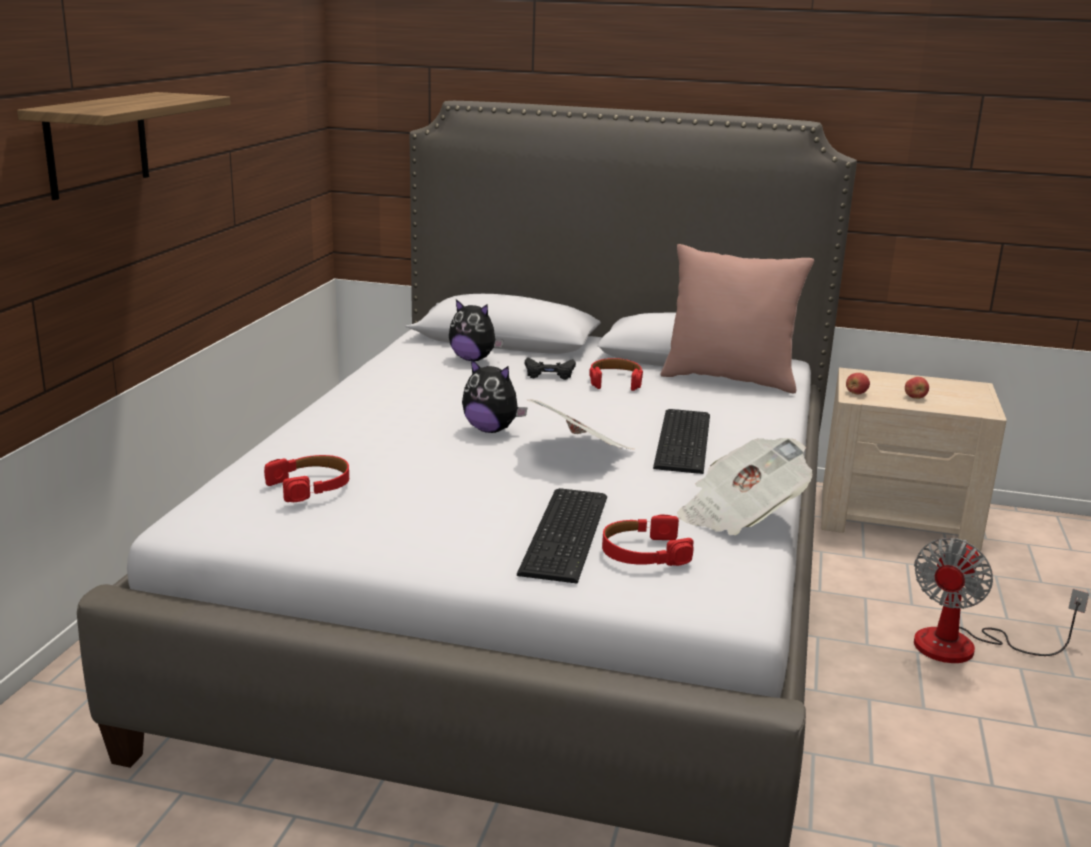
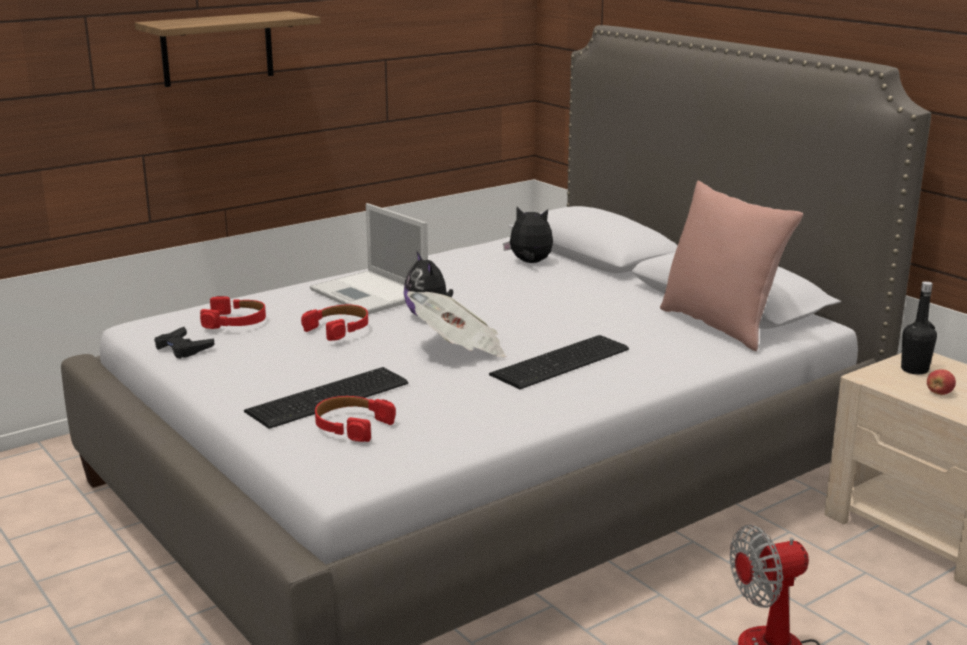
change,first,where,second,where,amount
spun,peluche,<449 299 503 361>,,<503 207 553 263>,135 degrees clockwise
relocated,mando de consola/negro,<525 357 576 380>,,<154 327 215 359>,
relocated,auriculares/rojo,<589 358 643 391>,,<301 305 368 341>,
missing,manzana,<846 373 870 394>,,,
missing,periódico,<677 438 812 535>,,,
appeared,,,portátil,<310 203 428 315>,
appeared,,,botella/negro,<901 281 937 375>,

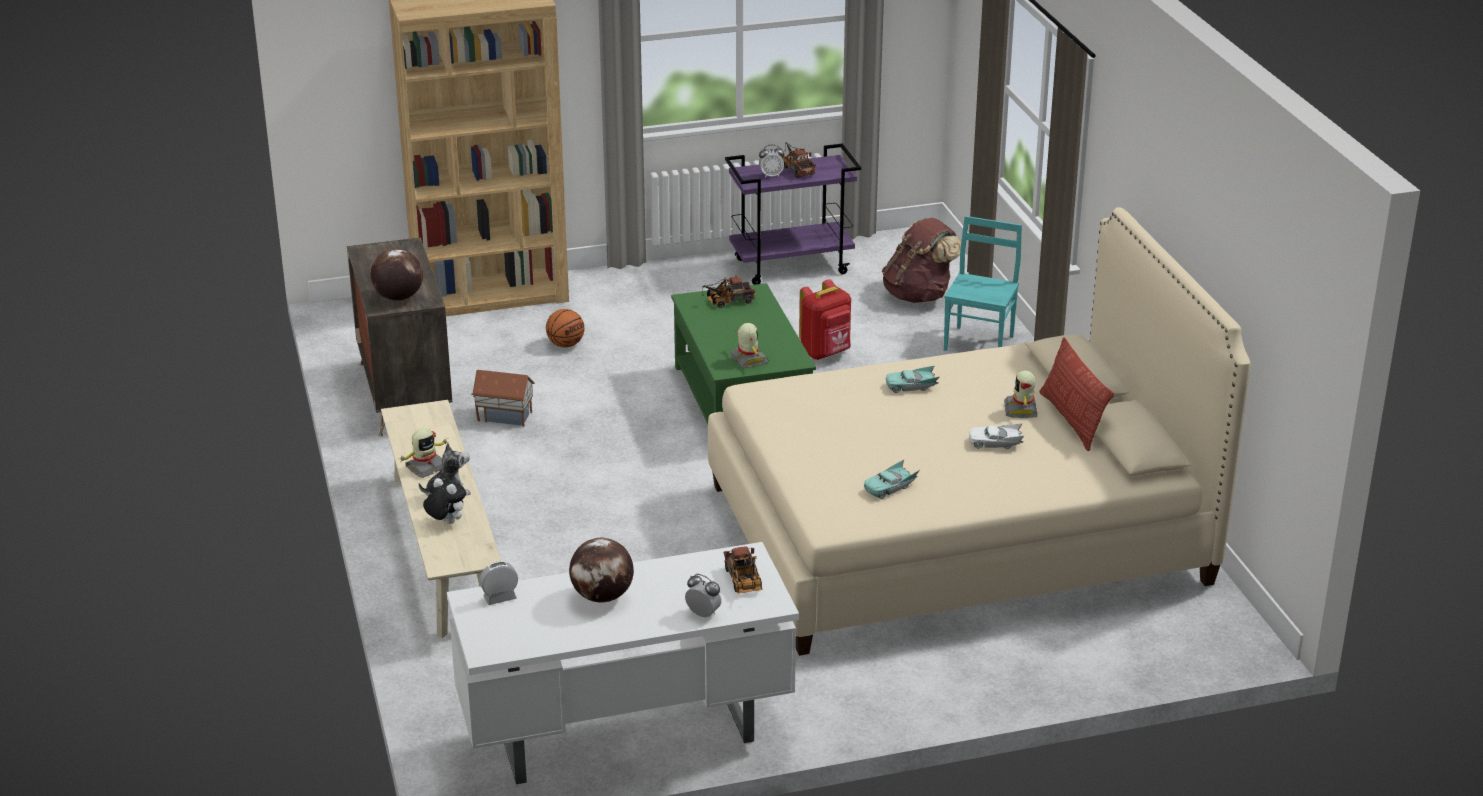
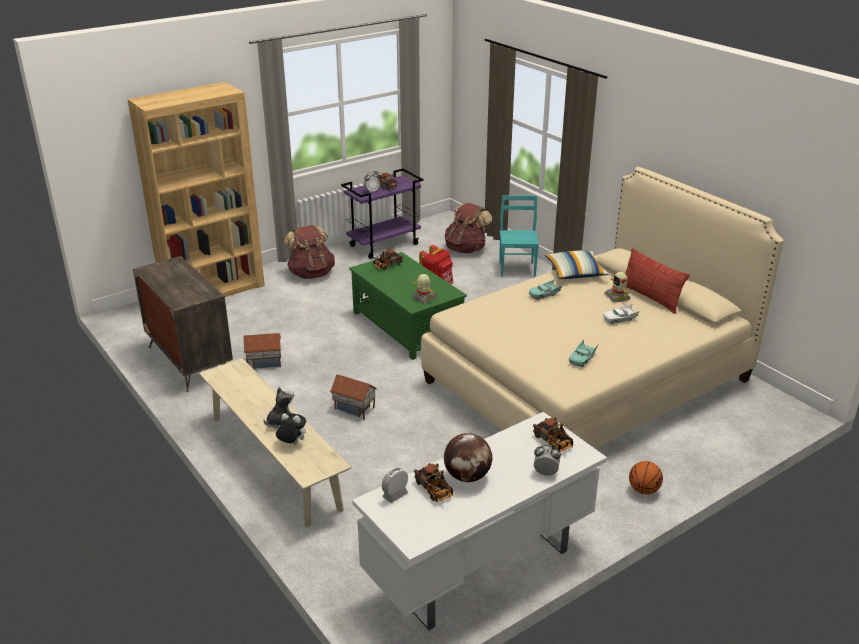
change,first,where,second,where,amount
missing,globo terráqueo,<370 249 423 301>,,,
relocated,balón de baloncesto,<546 309 584 347>,,<629 461 663 495>,
missing,robot de juguete,<399 428 449 478>,,,
appeared,,,mochila/marrón,<284 225 335 279>,
appeared,,,cojín,<545 250 609 279>,
appeared,,,casita,<330 374 377 420>,
appeared,,,camión de juguete,<414 463 453 502>,

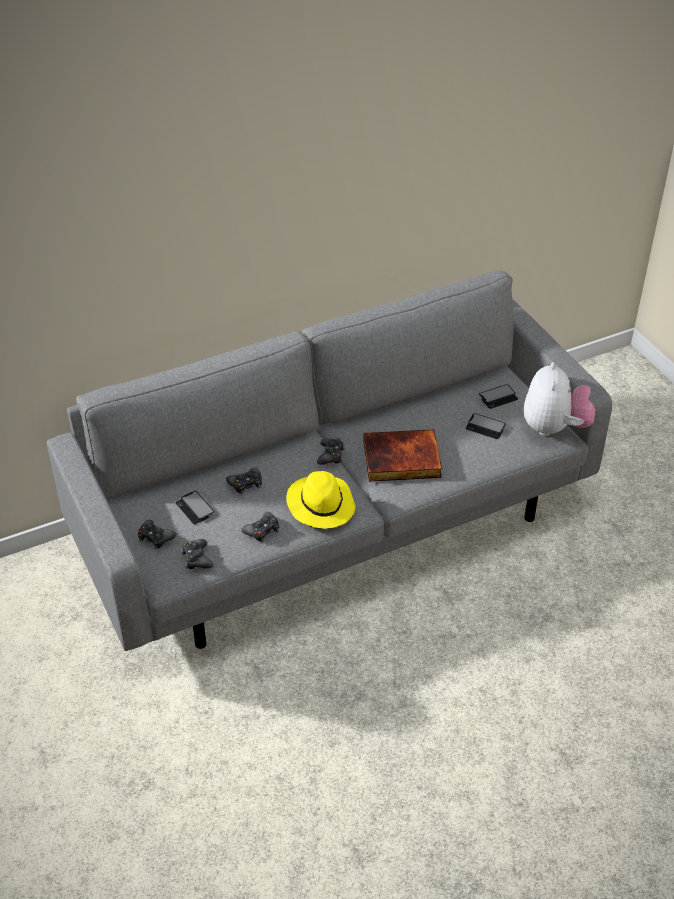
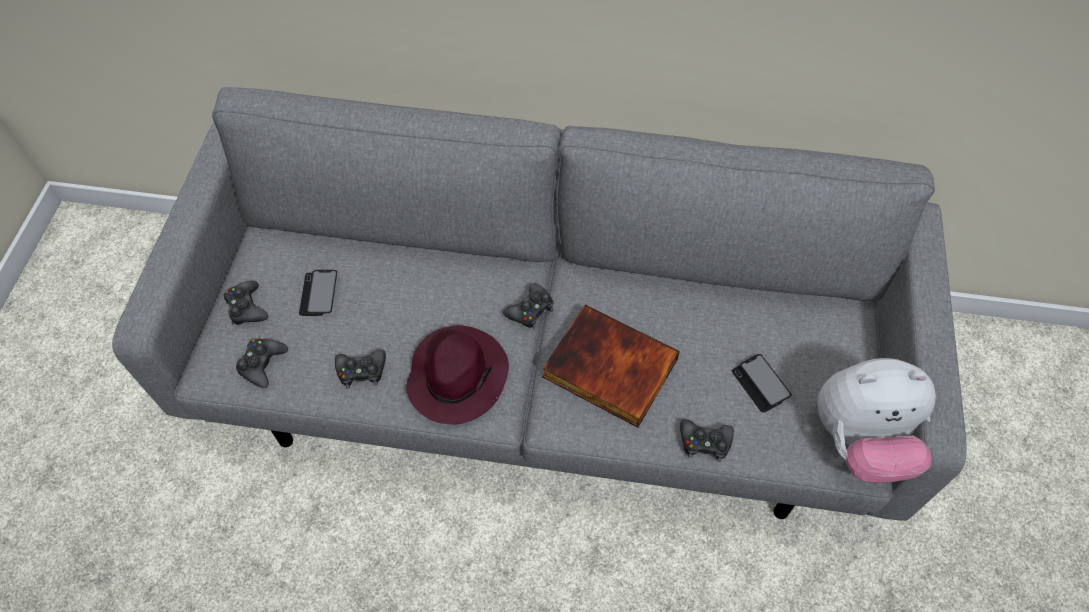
change,first,where,second,where,amount
spun,peluche,<524 362 595 436>,,<817 358 936 483>,45 degrees clockwise
missing,móvil,<479 384 518 409>,,,
relocated,mando de consola/negro,<226 468 262 494>,,<680 419 734 462>,
colour,sombrero/amarillo,<286 471 356 528>,sombrero/morado,<406 325 509 424>,

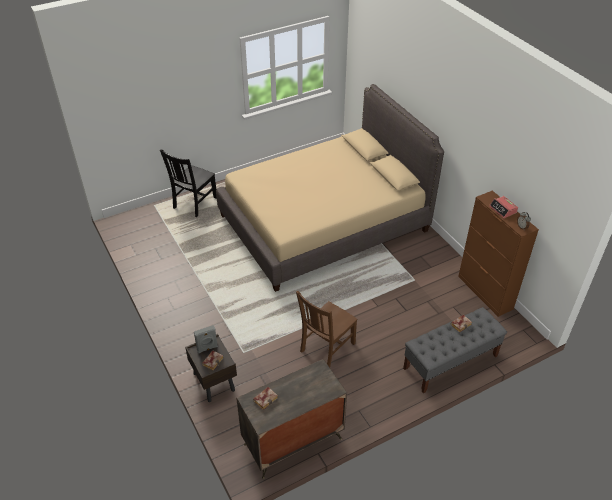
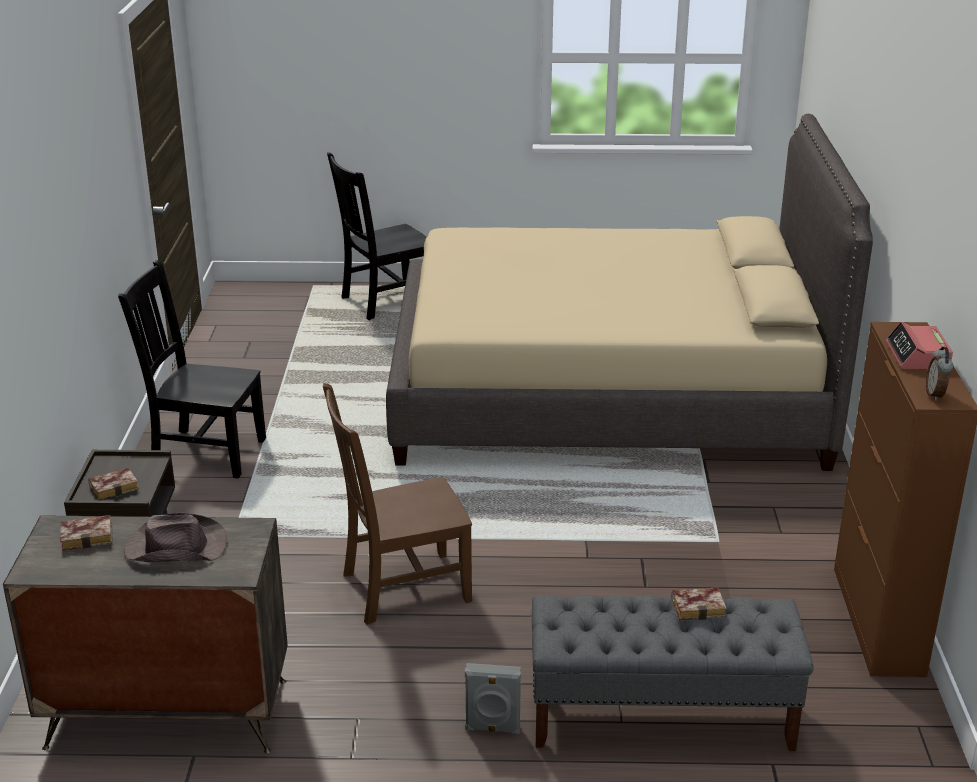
change,first,where,second,where,amount
relocated,altavoz/gris,<194 325 218 353>,,<465 663 521 734>,
appeared,,,silla/negro,<118 260 266 479>,
appeared,,,sombrero/marrón,<124 513 227 563>,

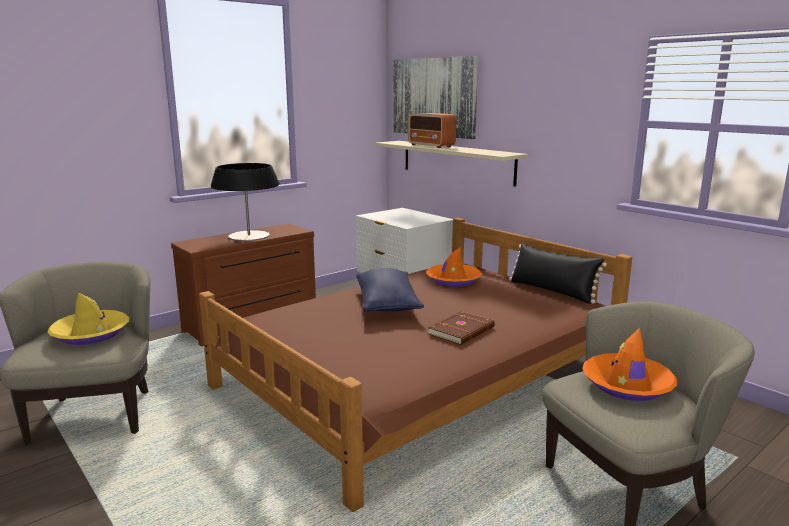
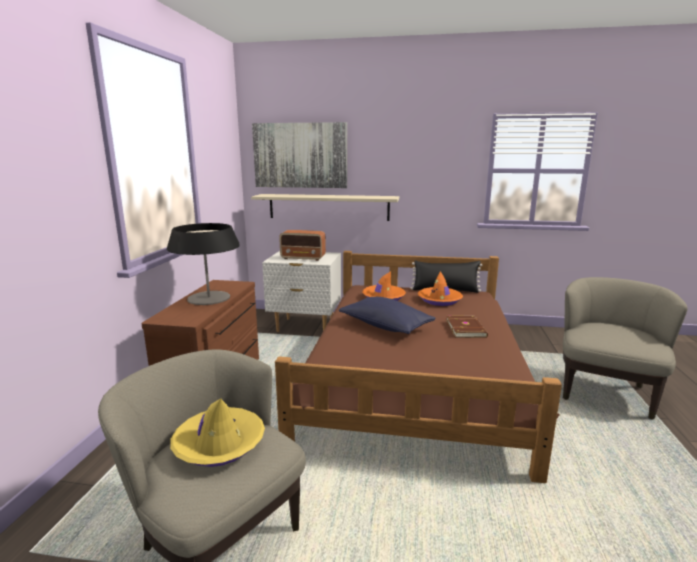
change,first,where,second,where,amount
relocated,radio,<408 113 456 148>,,<279 230 326 261>,
relocated,sombrero/naranja,<582 328 677 401>,,<418 271 463 306>,

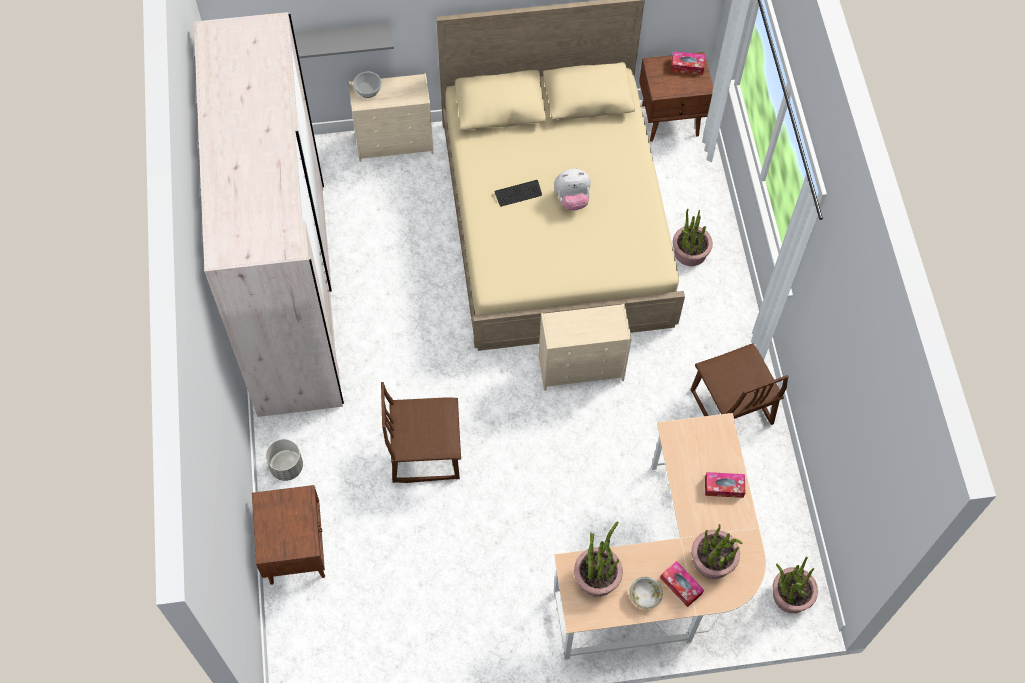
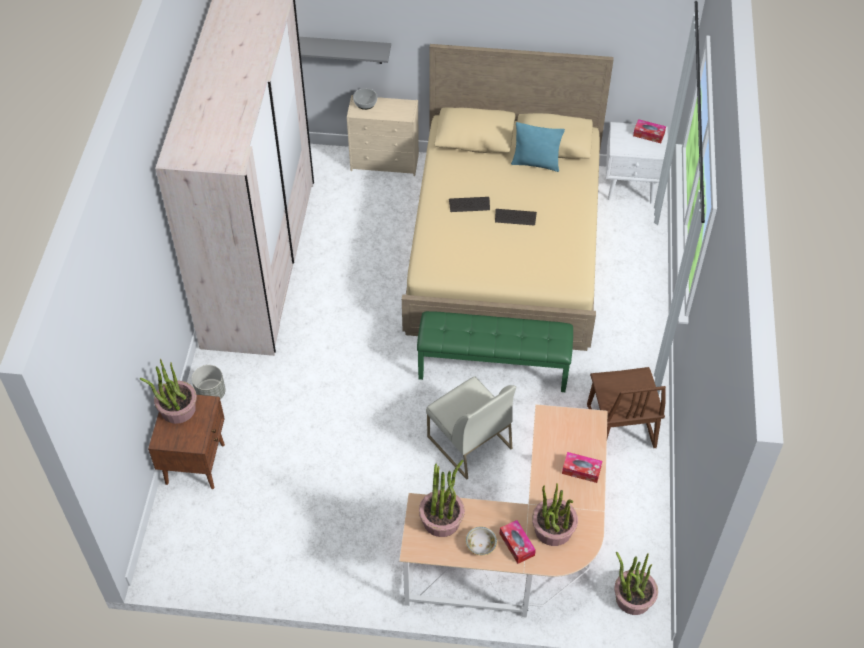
change,first,where,second,where,amount
colour,mesita de noche/marrón,<639 52 713 142>,mesita de noche/blanco,<606 122 668 204>,
exchanged,peluche,<554 169 591 211>,teclado,<495 209 537 225>,
relocated,planta en maceta,<673 209 713 266>,,<139 359 197 424>,
exchanged,cómoda/beis,<539 304 632 391>,banco/verde,<417 311 573 392>,
missing,silla/marrón,<381 382 461 483>,,,
appeared,,,cojín/turquesa,<511 122 565 172>,
appeared,,,silla/blanco,<426 377 516 480>,

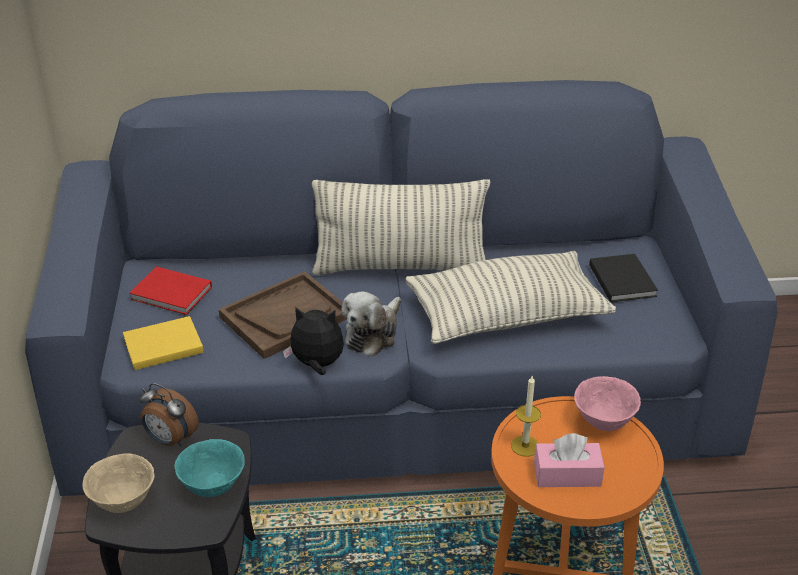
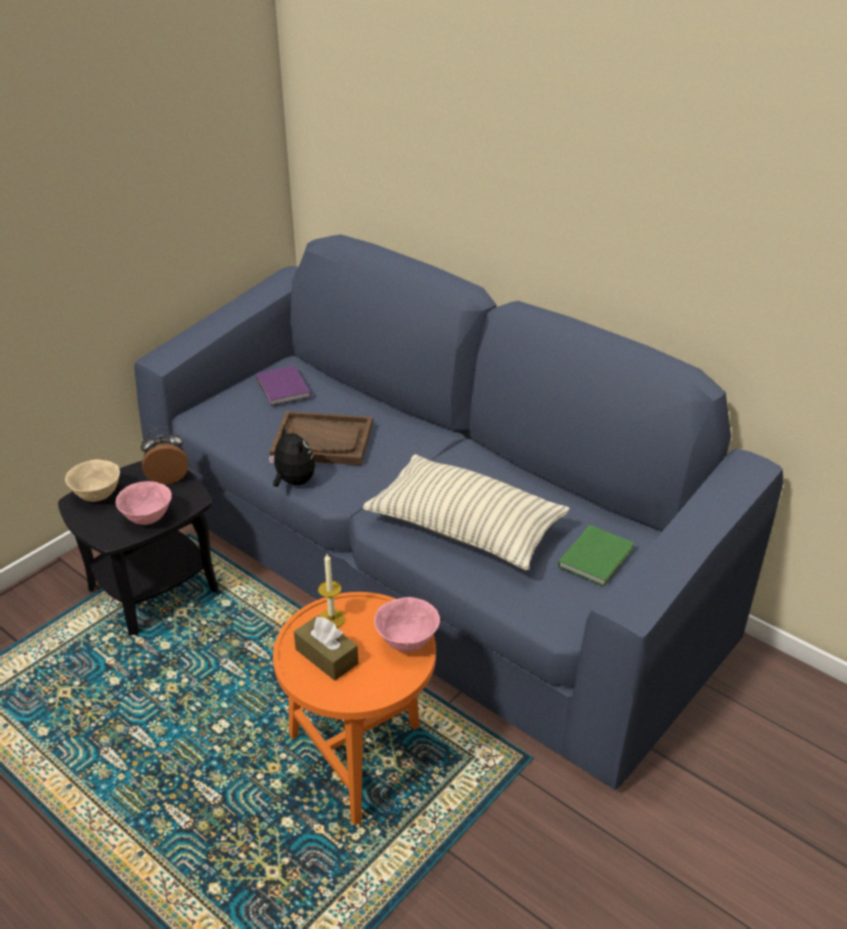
change,first,where,second,where,amount
missing,cojín,<312 179 490 275>,,,
colour,libro/negro,<589 254 658 302>,libro/verde,<558 525 635 587>,
colour,libro/rojo,<129 267 212 315>,libro/morado,<256 366 311 406>,
missing,peluche,<341 291 401 357>,,,
missing,libro/amarillo,<123 316 204 370>,,,
spun,despertador,<139 383 199 447>,,<141 427 188 485>,90 degrees clockwise
colour,caja de pañuelos/rosa,<534 433 605 487>,caja de pañuelos/marrón,<294 615 358 681>,
colour,cuenco/turquesa,<174 439 245 497>,cuenco/rosa,<116 481 172 525>,

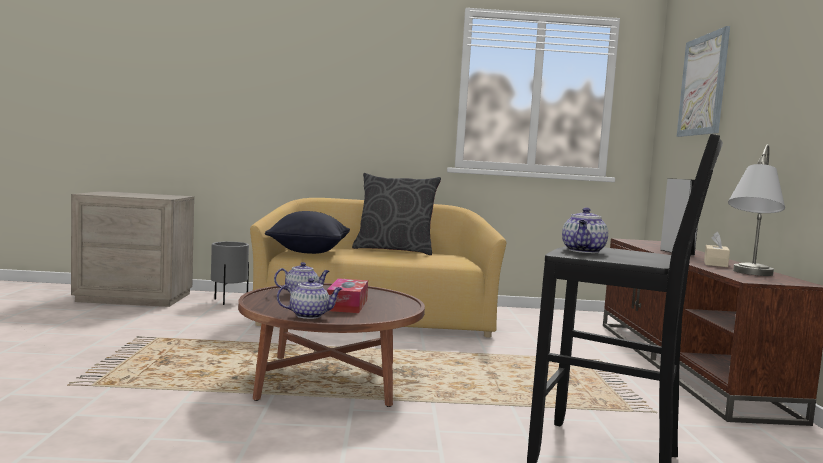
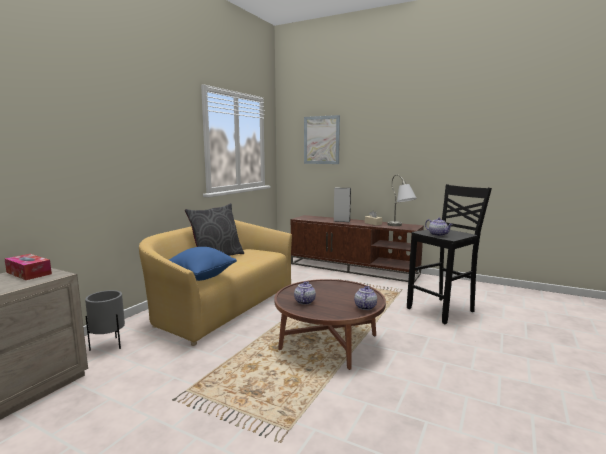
change,first,where,second,where,amount
colour,cojín/negro,<265 211 350 254>,cojín/azul,<169 247 237 281>,
relocated,caja de pañuelos,<327 278 368 313>,,<5 254 52 280>,

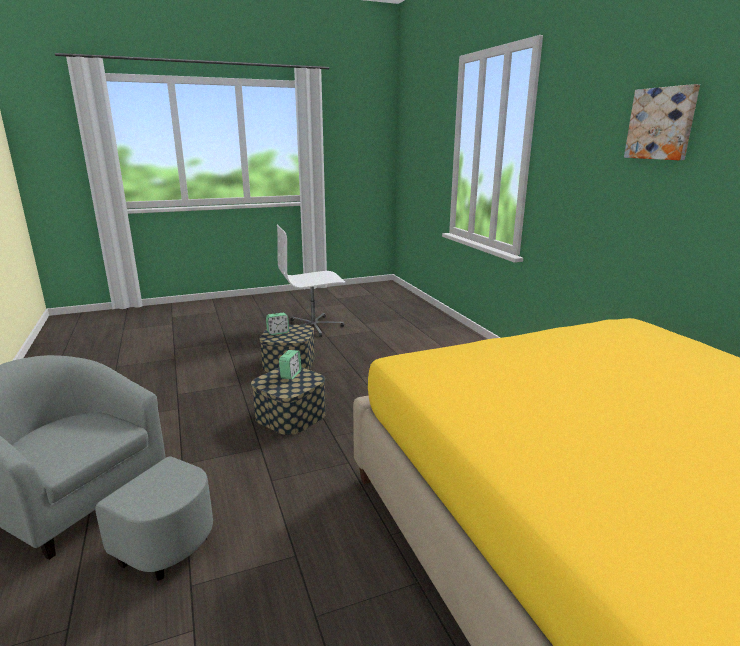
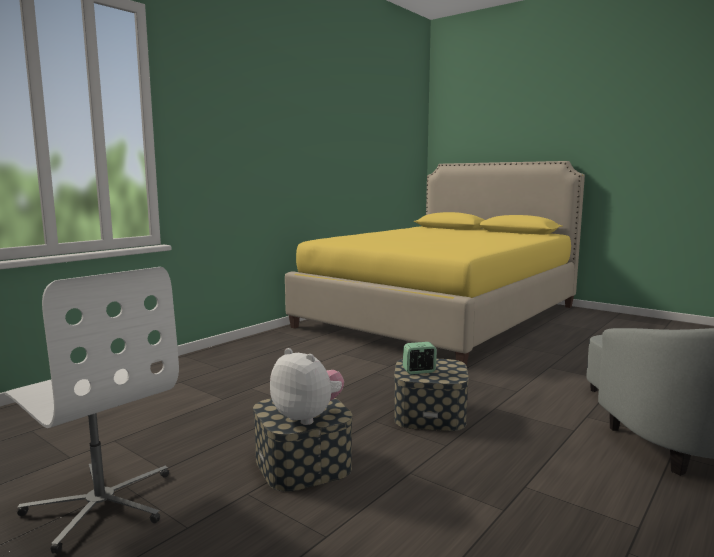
change,first,where,second,where,amount
missing,cuadro,<624 84 700 160>,,,
exchanged,despertador,<266 313 289 335>,peluche,<270 348 344 425>,

